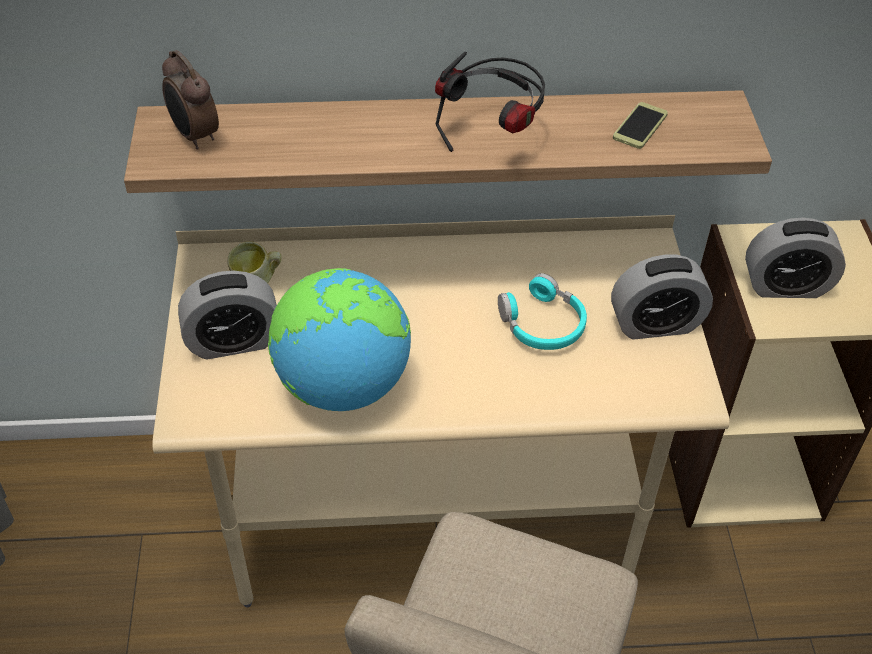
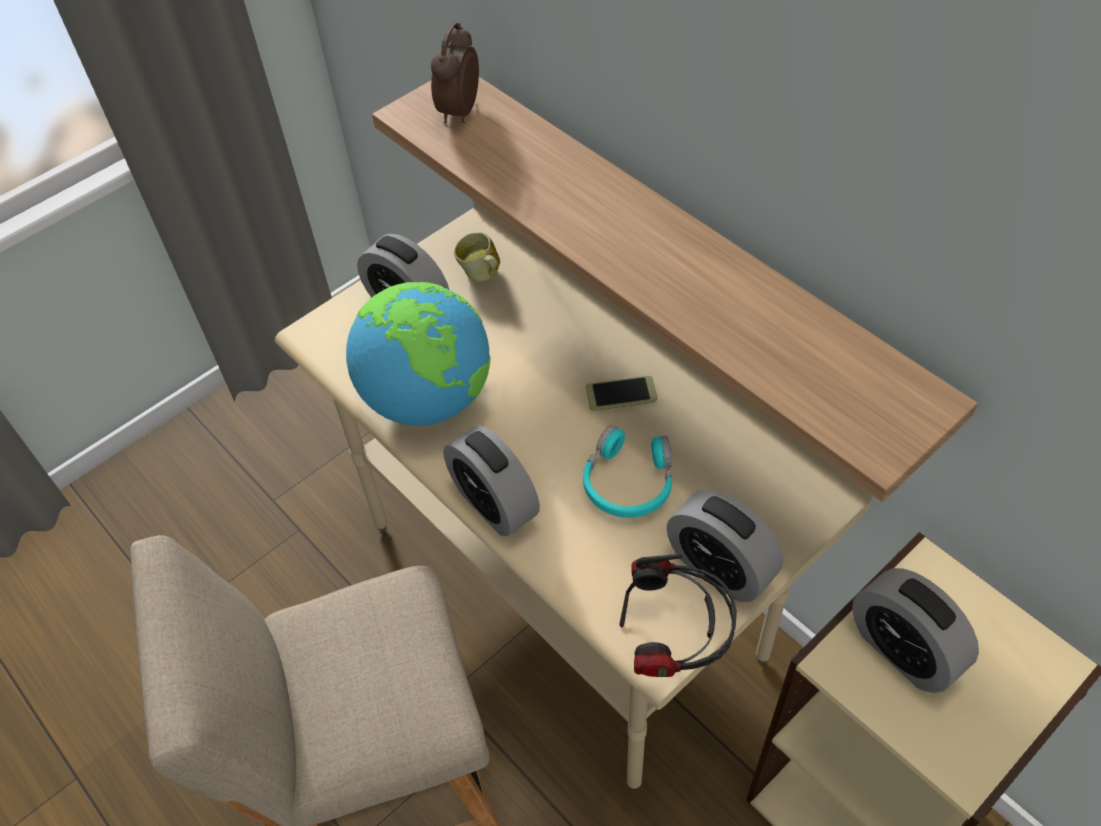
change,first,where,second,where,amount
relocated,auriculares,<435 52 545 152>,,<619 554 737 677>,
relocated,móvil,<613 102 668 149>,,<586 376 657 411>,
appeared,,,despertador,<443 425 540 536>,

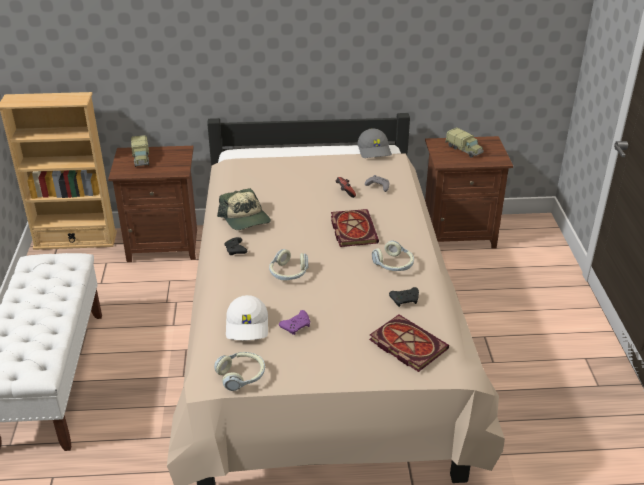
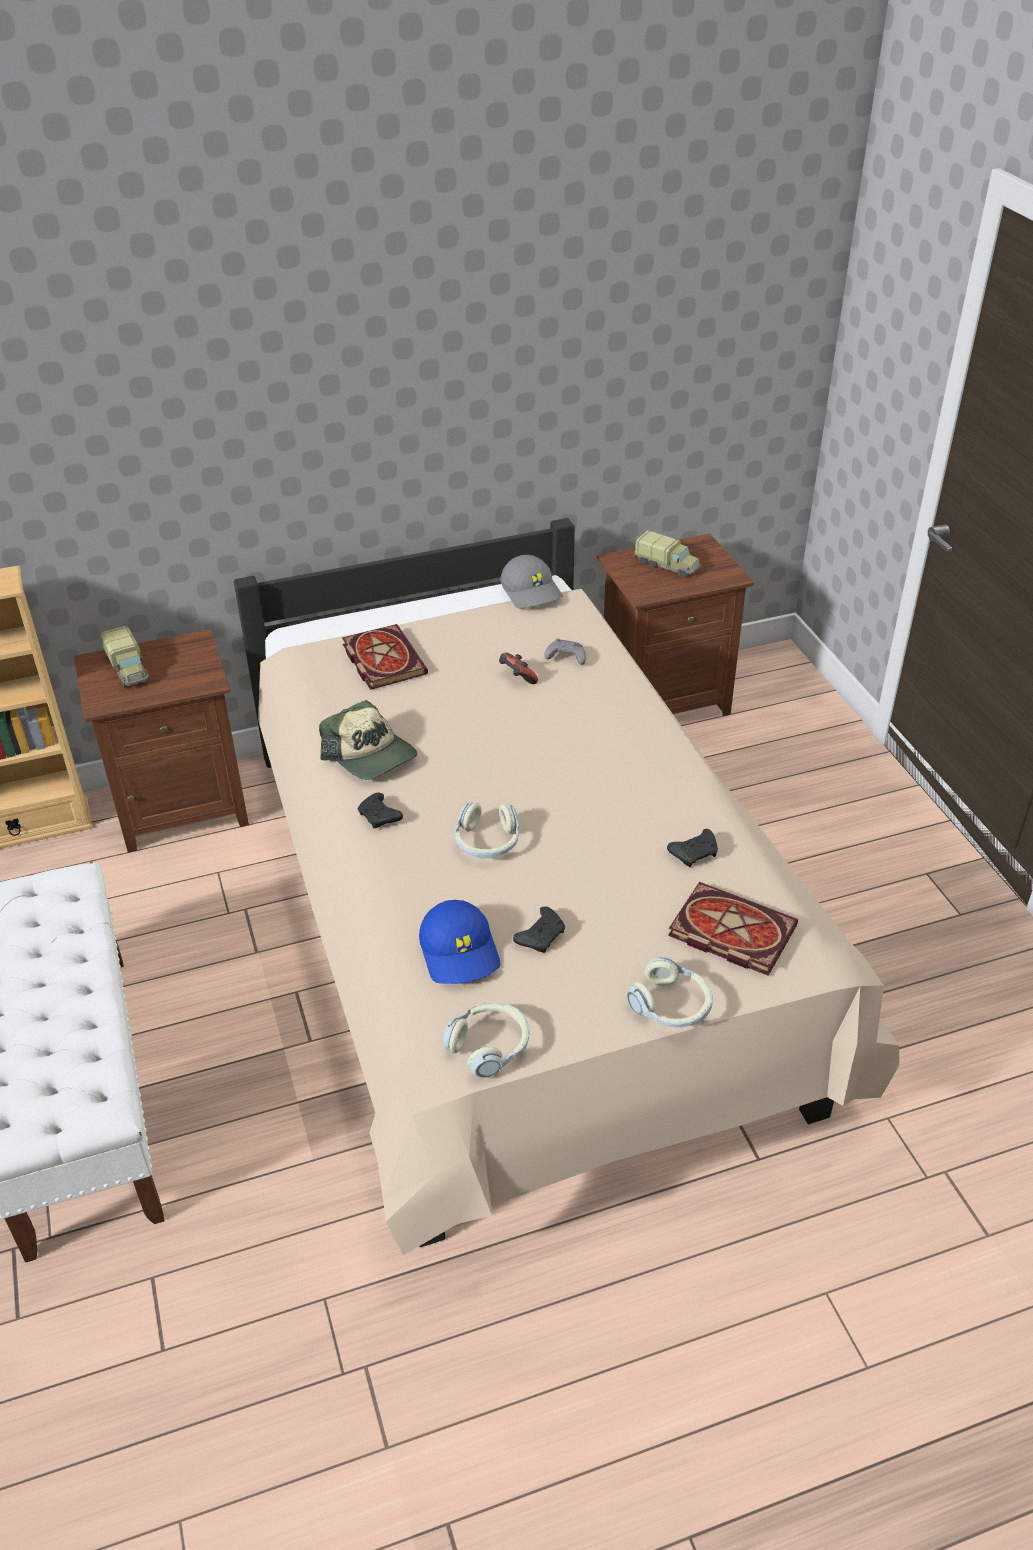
change,first,where,second,where,amount
relocated,libro,<331 209 379 247>,,<342 624 428 690>,
relocated,auriculares,<372 240 414 271>,,<627 957 713 1027>,
colour,gorra/blanco,<226 295 268 340>,gorra/azul,<419 900 500 984>,
colour,mando de consola/morado,<279 310 310 335>,mando de consola/negro,<513 906 565 953>,

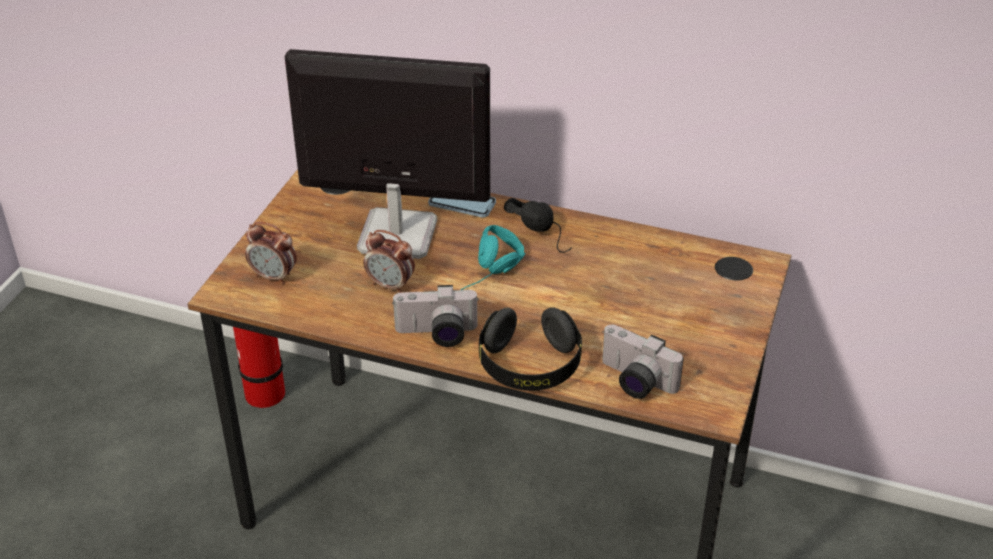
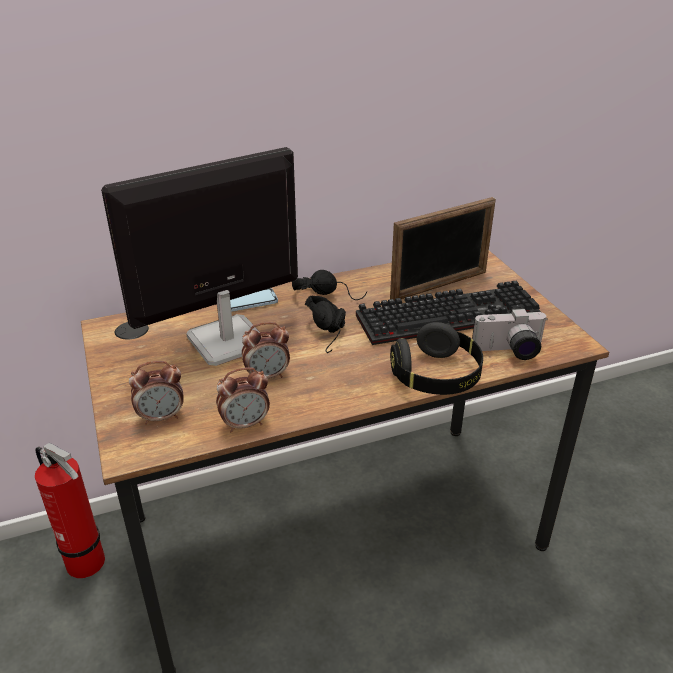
change,first,where,second,where,amount
colour,auriculares/turquesa,<461 225 525 290>,auriculares/negro,<305 296 346 353>,
missing,cámara,<392 285 478 347>,,,
appeared,,,portarretratos,<390 197 496 301>,
appeared,,,teclado,<356 281 541 345>,
appeared,,,despertador,<216 367 270 432>,

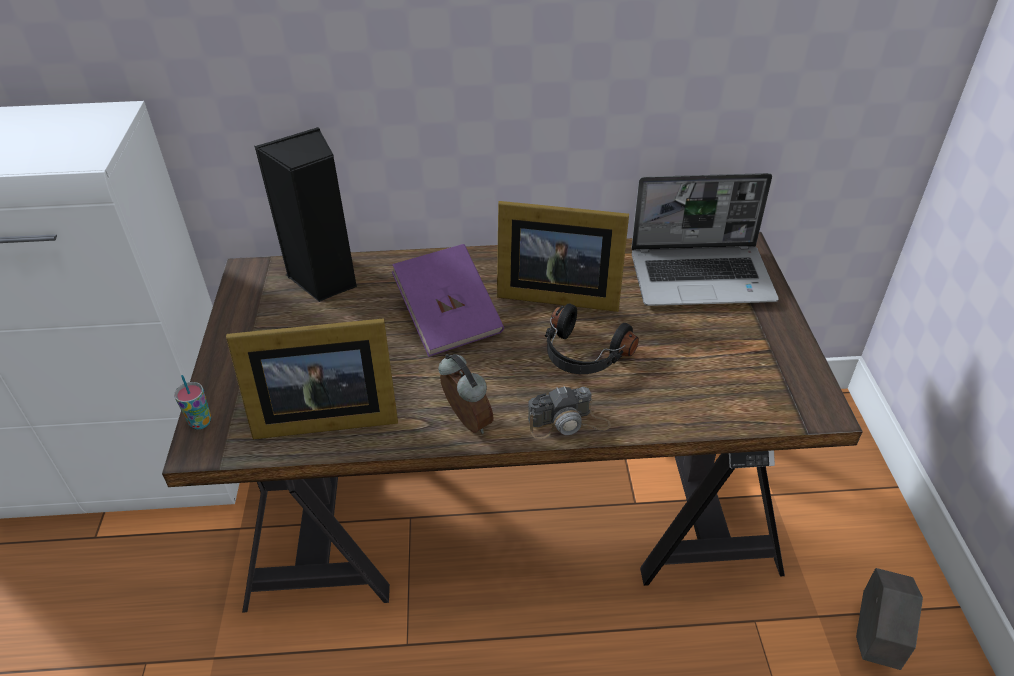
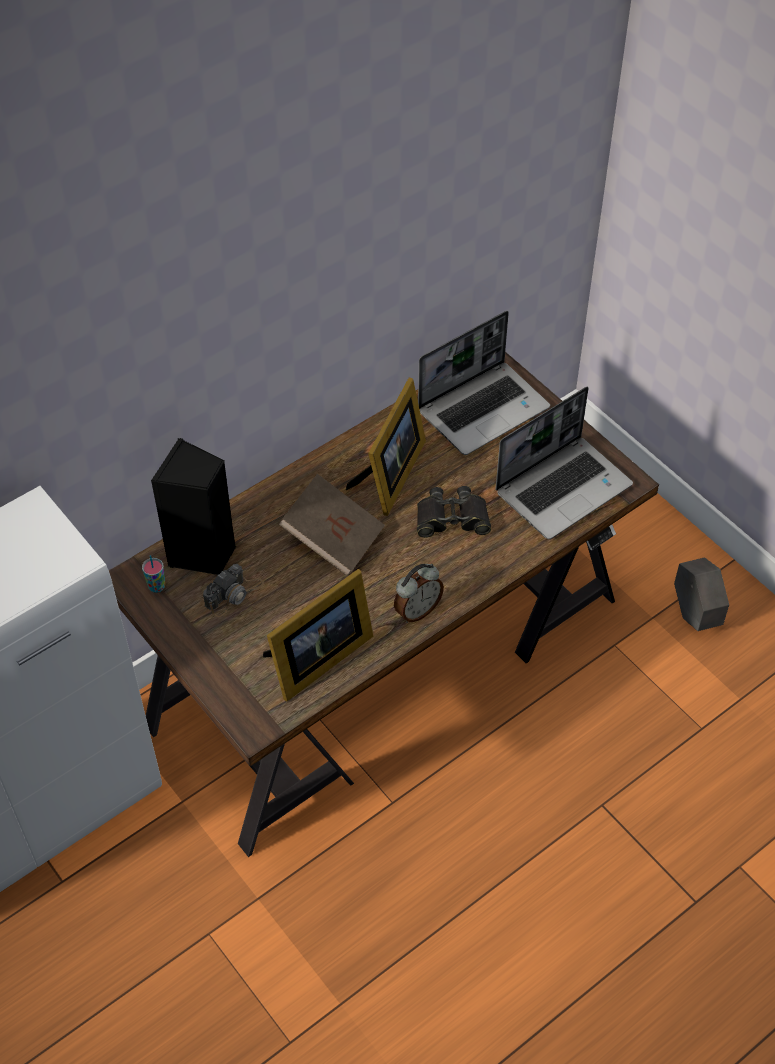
change,first,where,second,where,amount
spun,portarretratos,<497 201 629 312>,,<346 378 426 516>,45 degrees counterclockwise
colour,libro/morado,<392 244 504 357>,libro/marrón,<279 474 385 576>,
exchanged,auriculares/negro,<545 304 639 374>,prismáticos/negro,<417 486 491 538>,
spun,despertador,<439 354 493 434>,,<394 564 444 623>,120 degrees clockwise
relocated,taza,<174 375 211 429>,,<142 555 165 593>,
relocated,cámara,<528 386 611 439>,,<203 564 264 617>,
appeared,,,portátil,<495 387 633 539>,

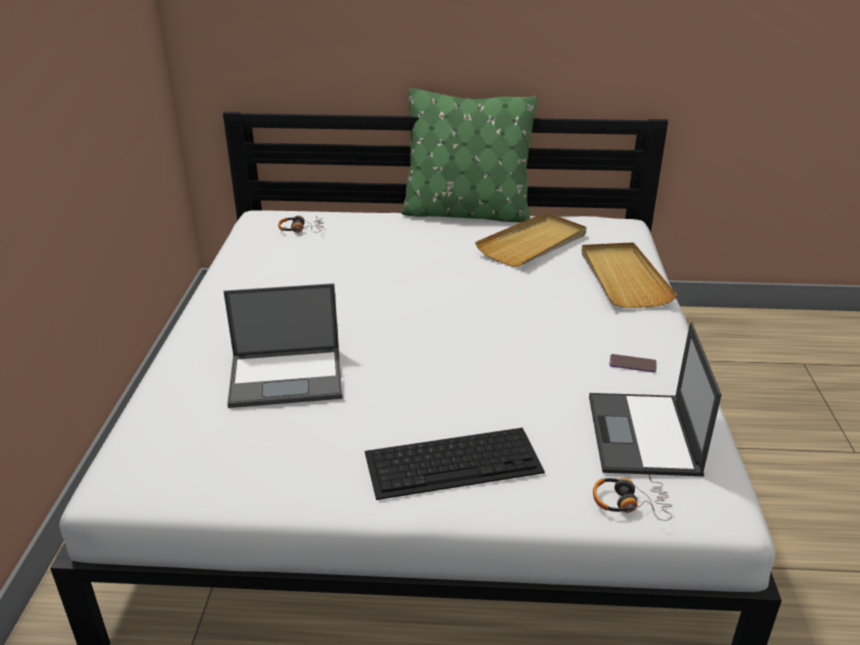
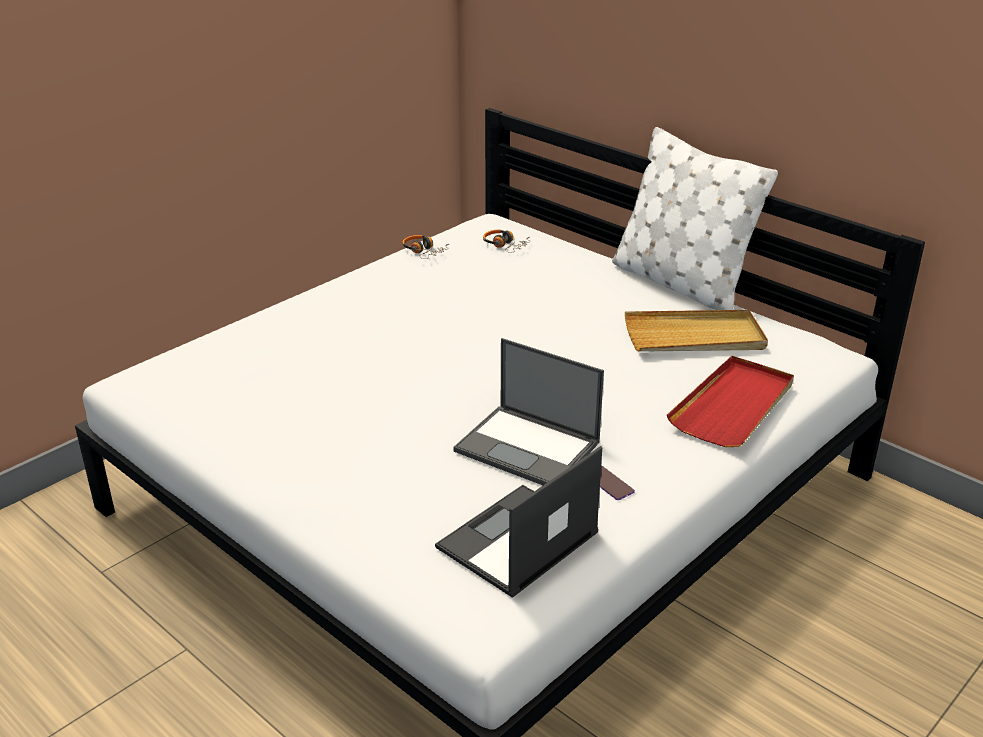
change,first,where,second,where,amount
colour,cojín/verde,<401 88 538 223>,cojín/blanco,<612 127 778 310>,
colour,bandeja/beis,<582 243 677 308>,bandeja/rojo,<667 356 794 447>,
relocated,portátil,<223 283 343 408>,,<453 338 604 485>,
missing,teclado,<365 428 545 500>,,,
relocated,auriculares,<593 475 672 521>,,<402 235 449 259>,

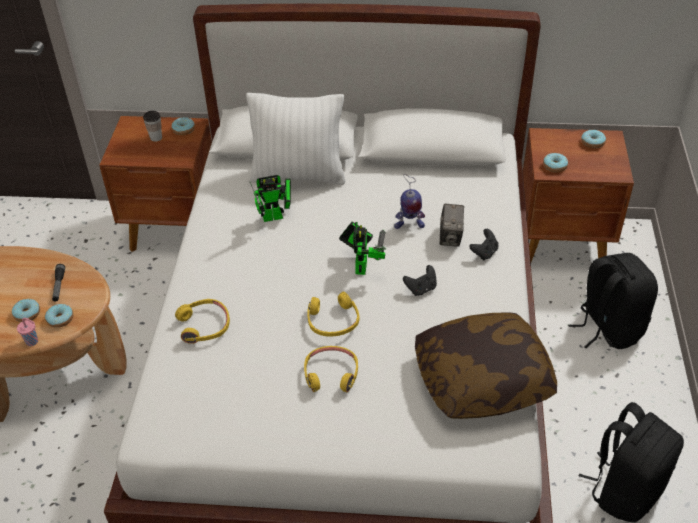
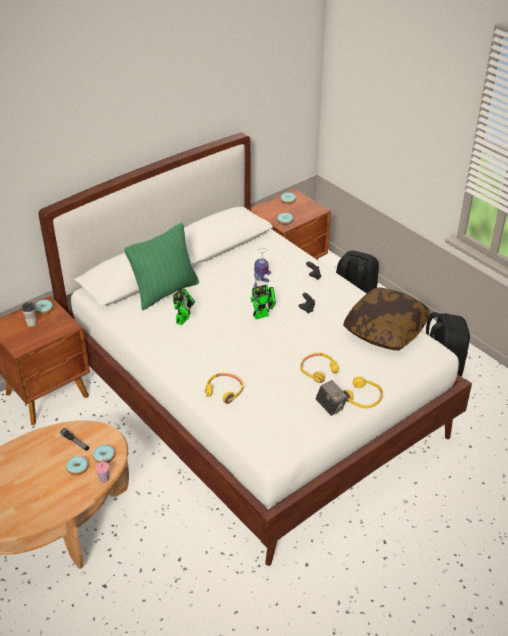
change,first,where,second,where,amount
colour,cojín/blanco,<246 93 345 185>,cojín/verde,<124 223 199 310>,
relocated,cámara,<440 204 464 247>,,<316 380 348 416>,
spun,robot de juguete,<339 222 386 275>,,<250 285 276 319>,105 degrees clockwise
relocated,auriculares/amarillo,<307 292 359 337>,,<343 377 383 409>,

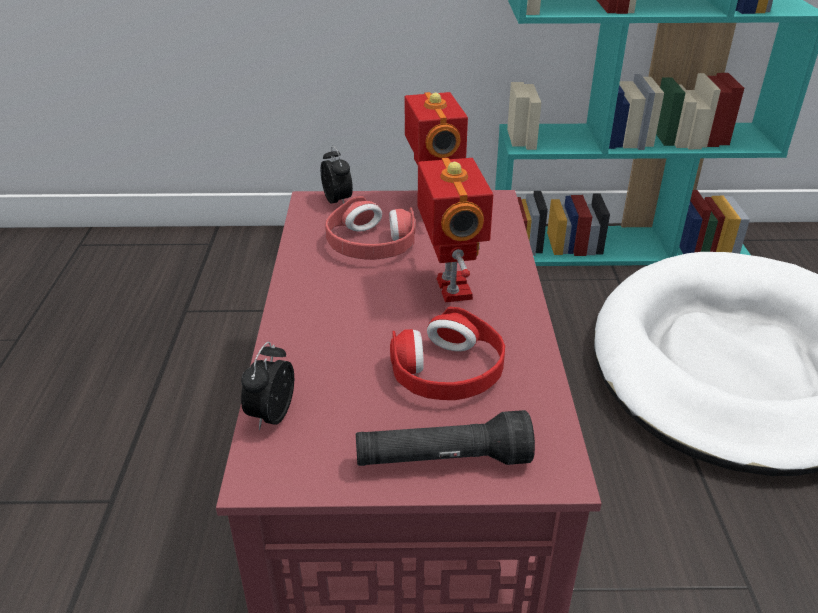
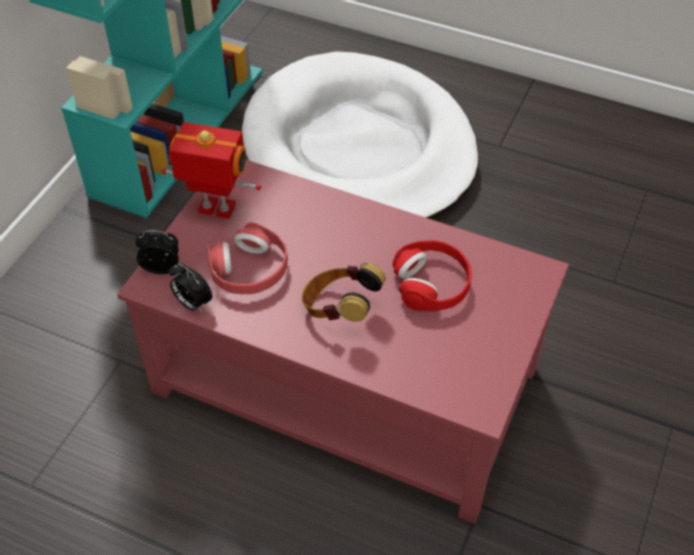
change,first,where,second,where,amount
missing,robot de juguete,<418 158 493 302>,,,
relocated,despertador,<241 341 294 430>,,<169 263 212 312>,
missing,linterna/negro,<356 410 535 466>,,,
appeared,,,auriculares,<302 263 386 322>,

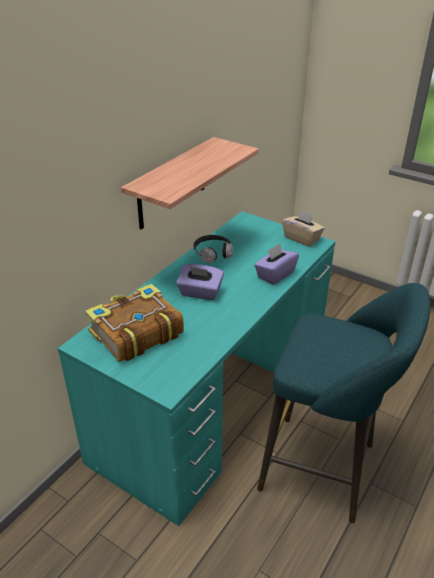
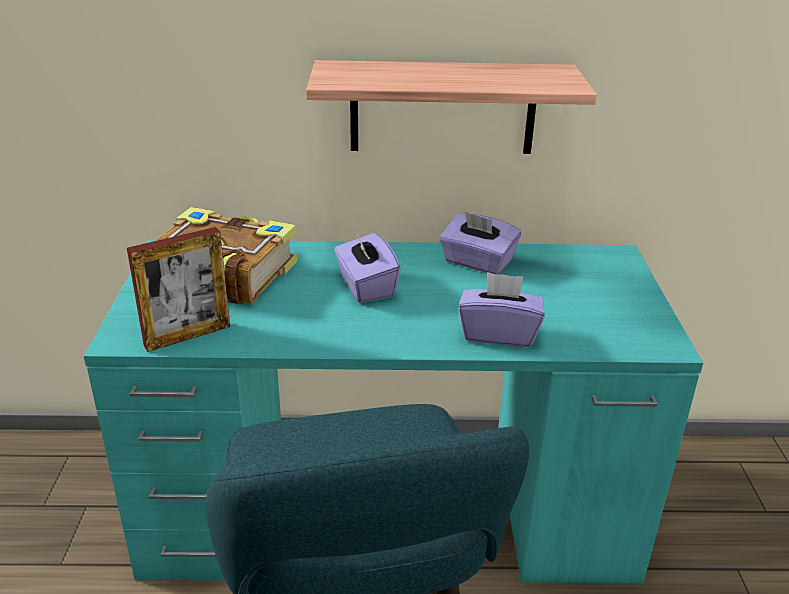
change,first,where,second,where,amount
missing,caja de pañuelos/beis,<282 210 325 247>,,,
exchanged,auriculares,<193 235 233 263>,caja de pañuelos/morado,<439 211 521 274>,
appeared,,,portarretratos,<127 227 230 352>,

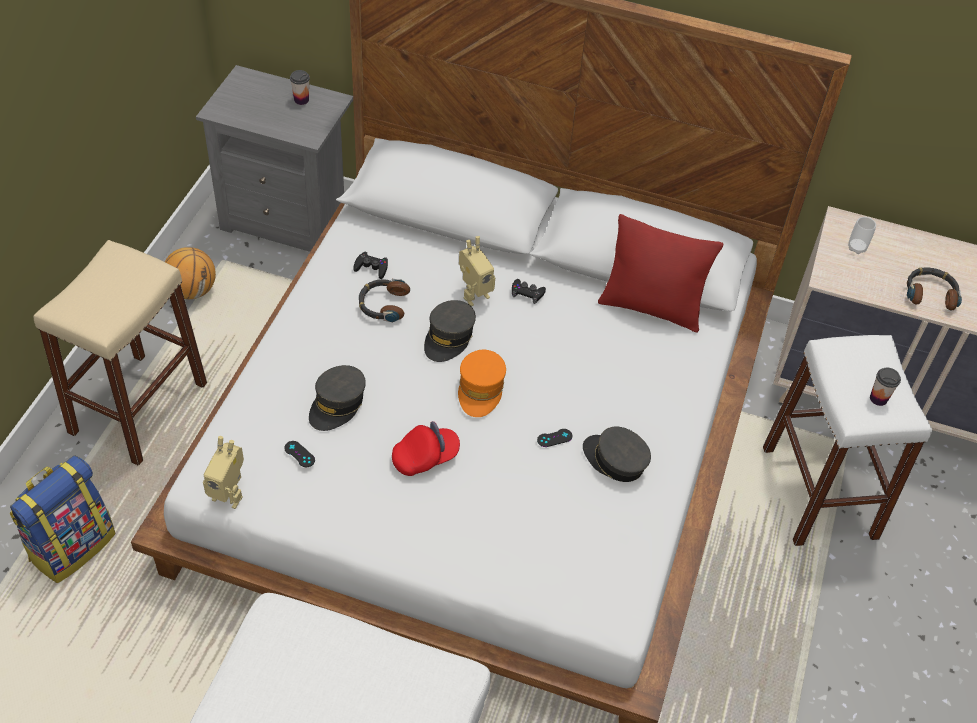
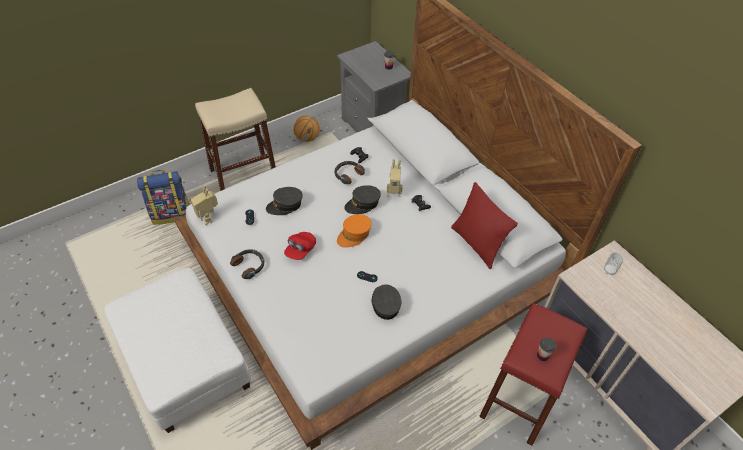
change,first,where,second,where,amount
relocated,auriculares,<907 268 962 310>,,<230 249 265 279>,
colour,taburete/blanco,<763 335 932 546>,taburete/rojo,<479 303 587 446>,
spun,gorra/rojo,<392 421 460 476>,,<284 232 316 260>,105 degrees clockwise

